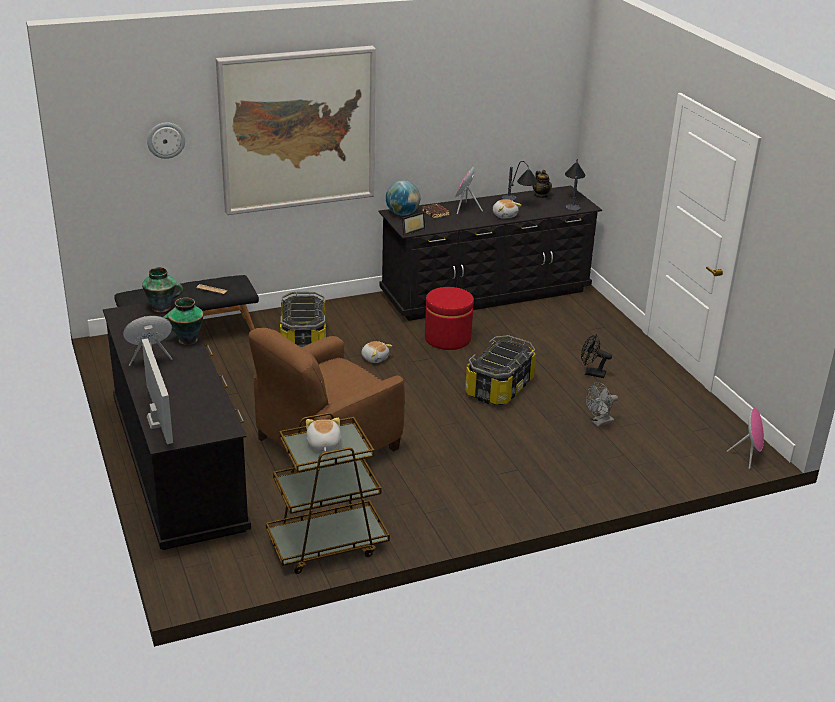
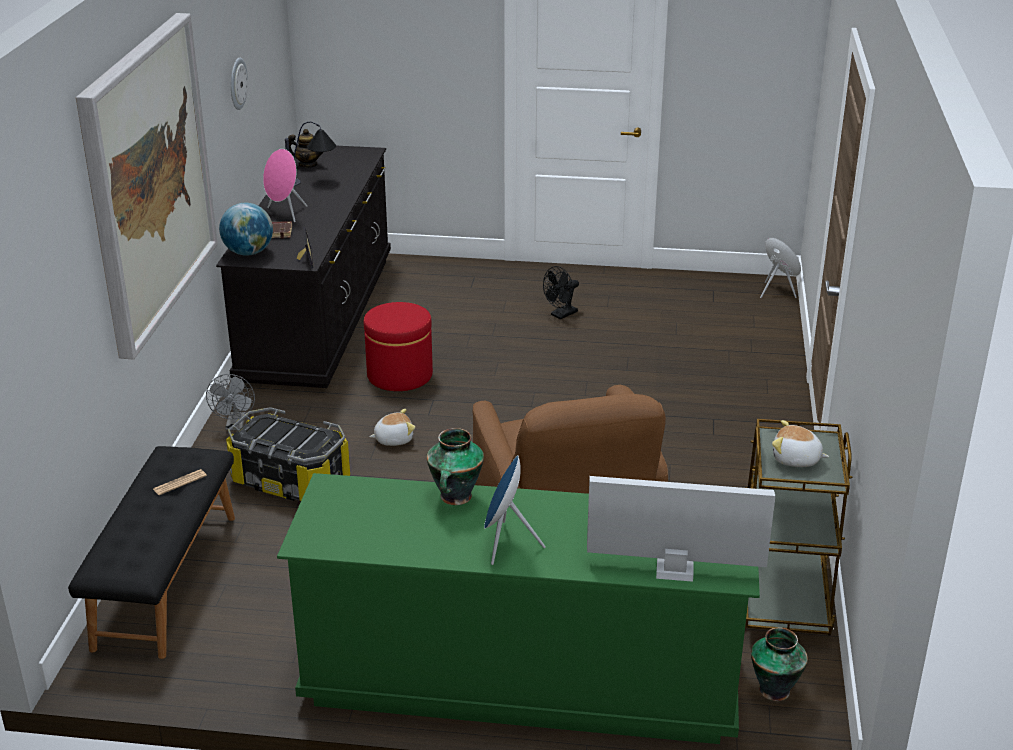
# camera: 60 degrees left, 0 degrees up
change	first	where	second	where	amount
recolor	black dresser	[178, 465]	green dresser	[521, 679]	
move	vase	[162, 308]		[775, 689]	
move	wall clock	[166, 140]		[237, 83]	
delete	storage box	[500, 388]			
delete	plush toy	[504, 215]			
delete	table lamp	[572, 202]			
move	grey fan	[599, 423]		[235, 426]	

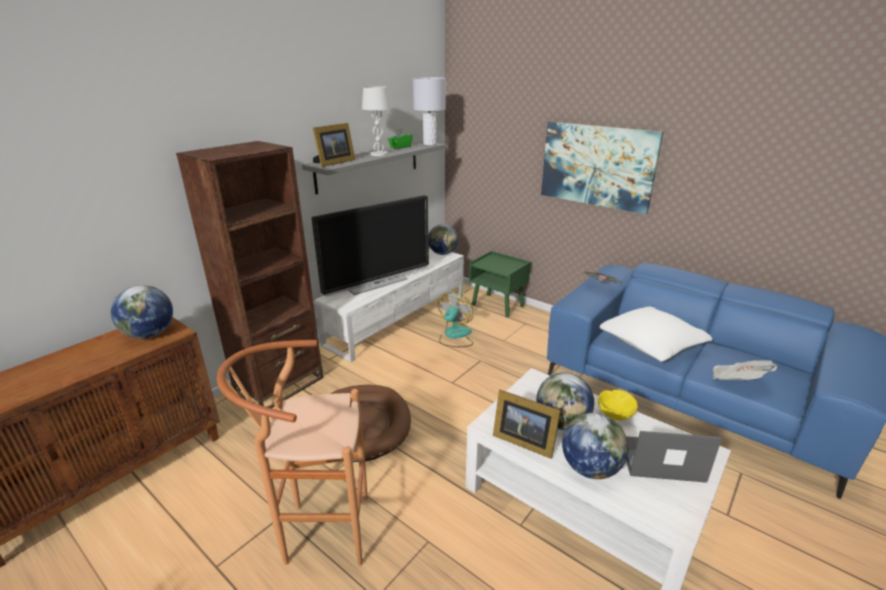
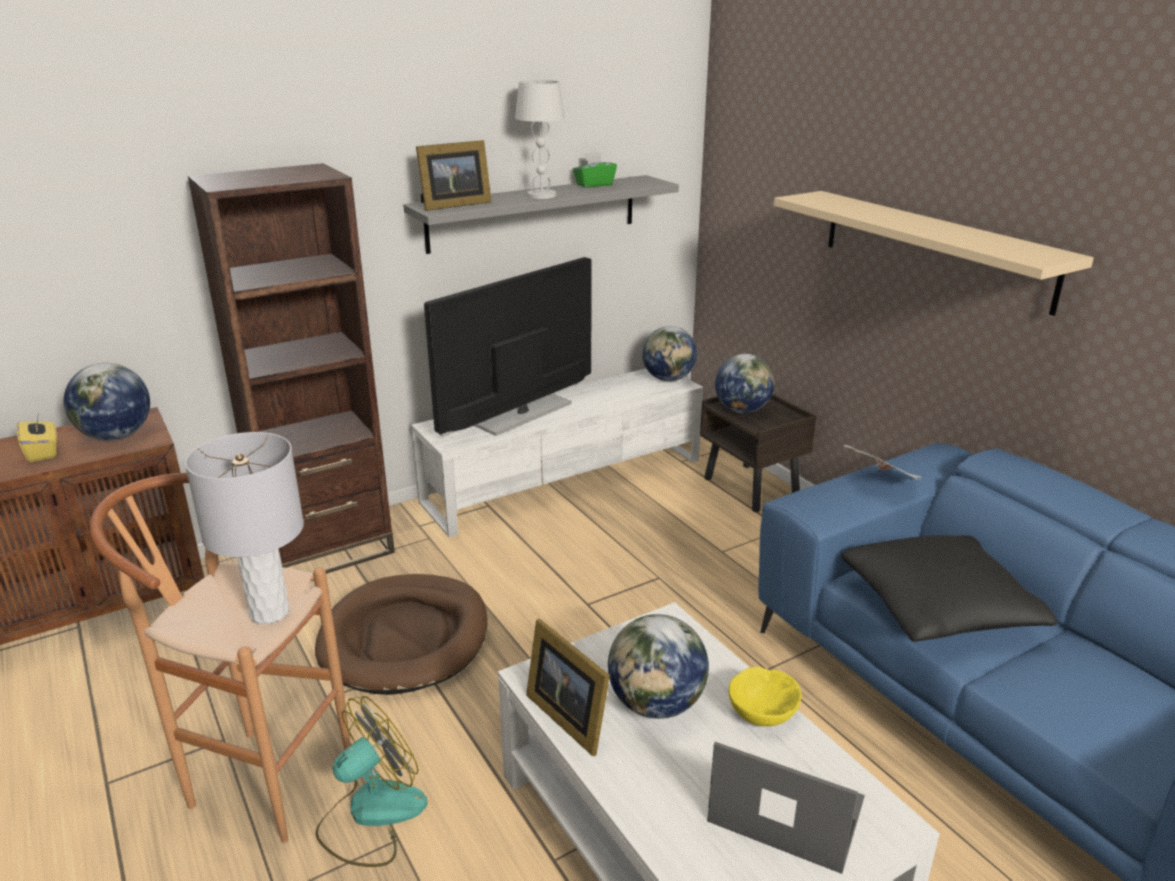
# camera: 20 degrees right, 0 degrees up
change	first	where	second	where	amount
rotate	television	[376, 283]		[522, 414]	150 degrees clockwise
move	grey table lamp	[429, 144]		[268, 612]	
move	fan	[455, 336]		[371, 815]	
recolor	green nightstand	[498, 305]	brown nightstand	[752, 488]	
replace	picture	[597, 166]	beige shelf	[934, 248]	
move	globe	[590, 468]		[742, 410]	
recolor	white pillow	[651, 344]	black pillow	[938, 609]	
delete	newspaper	[737, 381]			
insert			yellow tissue box	[43, 452]	

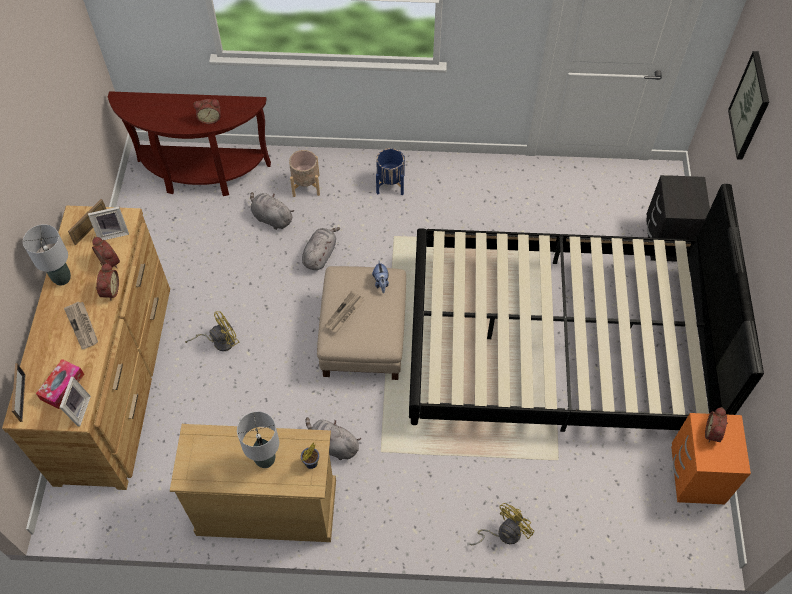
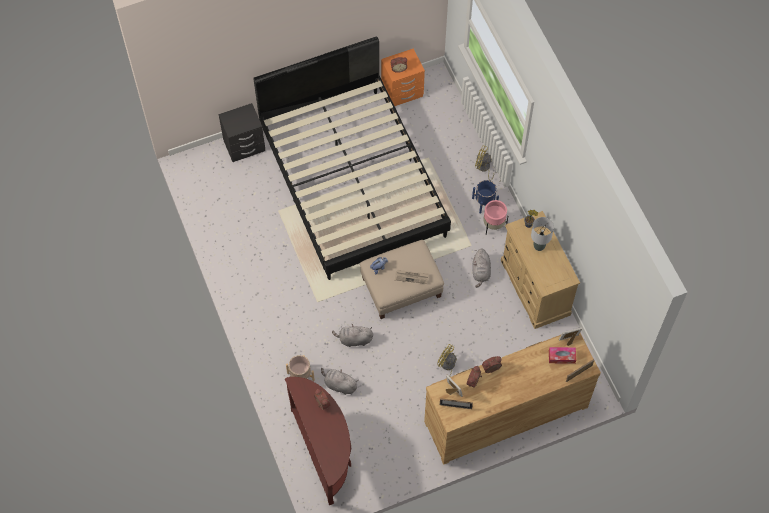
# camera: 115 degrees left, 5 degrees up
change	first	where	second	where	amount
delete	grey table lamp	[62, 278]			
delete	newspaper	[83, 326]			
rotate	grey plush toy	[271, 218]		[339, 385]	105 degrees clockwise
move	blue planter	[390, 184]		[484, 202]	
delete	picture	[750, 106]			
insert			pink planter	[493, 225]	

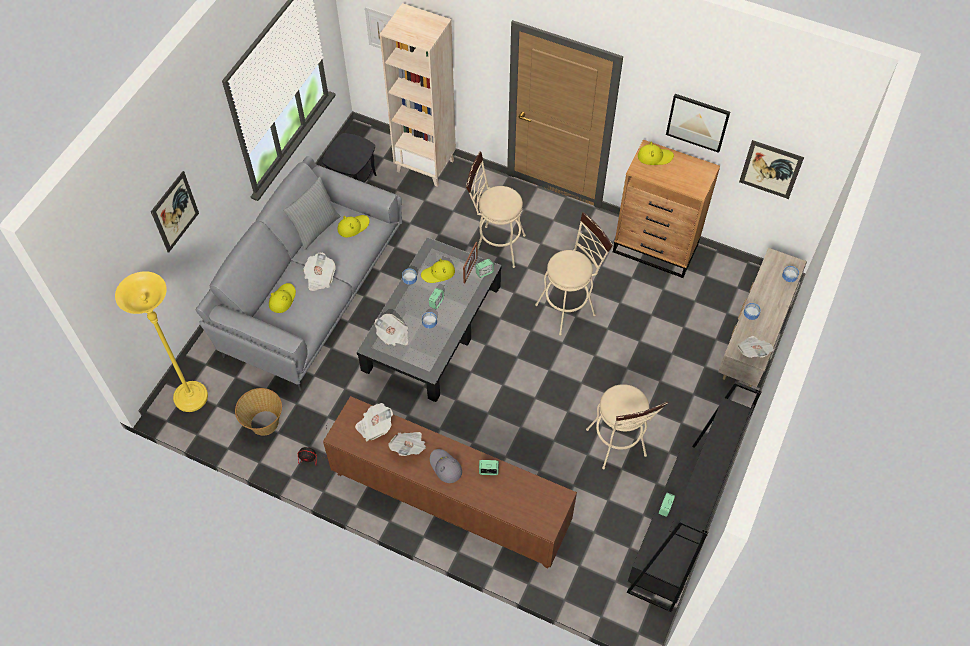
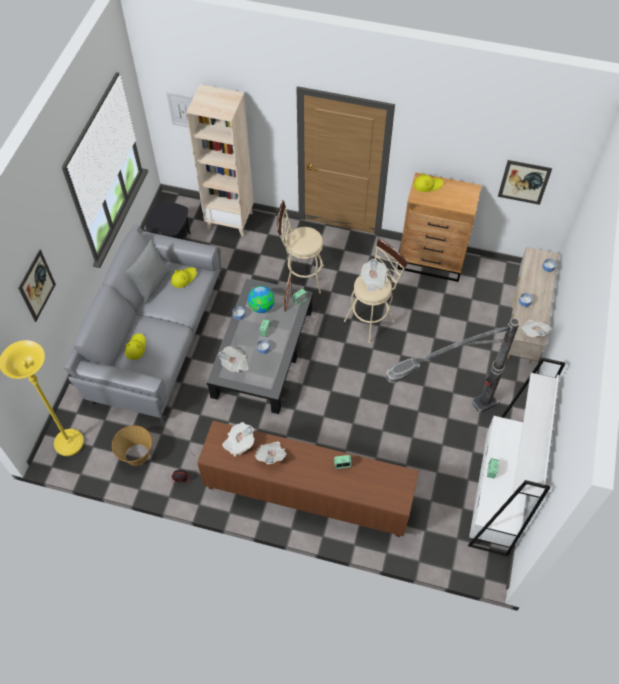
# camera: 10 degrees left, 0 degrees up
change	first	where	second	where	amount
move	newspaper	[319, 277]		[373, 280]	
replace	yellow hat	[438, 273]	globe	[262, 307]	
delete	grey hat	[445, 467]			
replace	beige stool	[618, 447]	floor lamp	[436, 427]	
recolor	black bookcase	[673, 538]	white bookcase	[496, 495]	
delete	picture	[697, 122]			

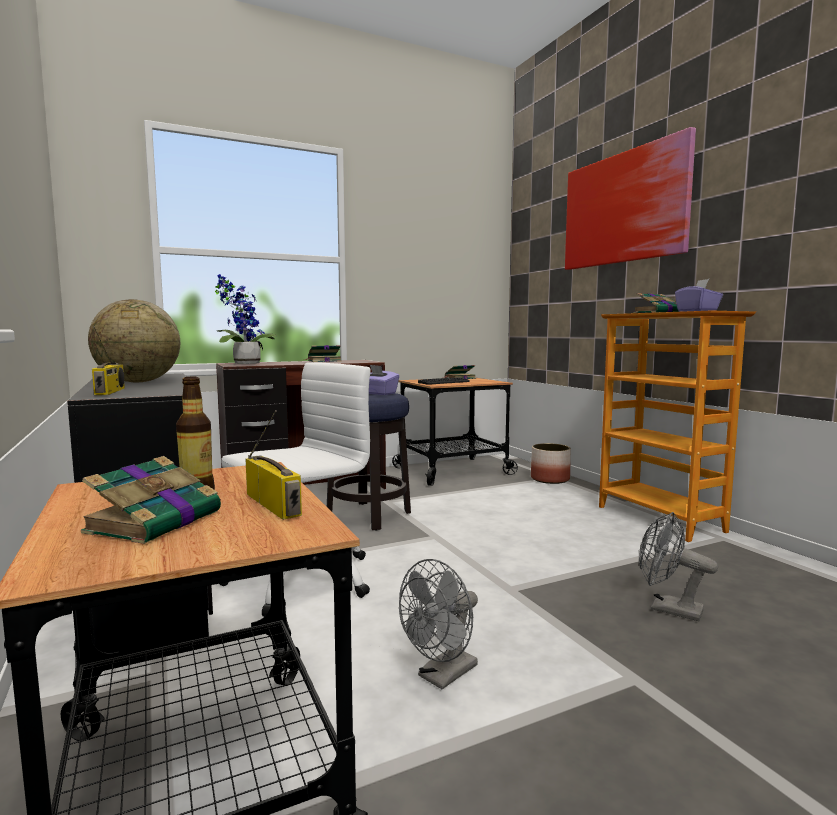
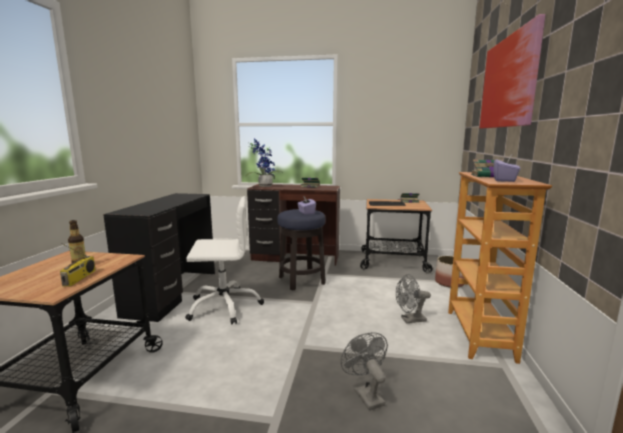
# camera: 35 degrees right, 5 degrees up
change	first	where	second	where	amount
delete	book	[157, 521]			
delete	globe	[138, 382]			
delete	radio	[110, 391]			
move	grey fan	[442, 676]		[410, 320]	

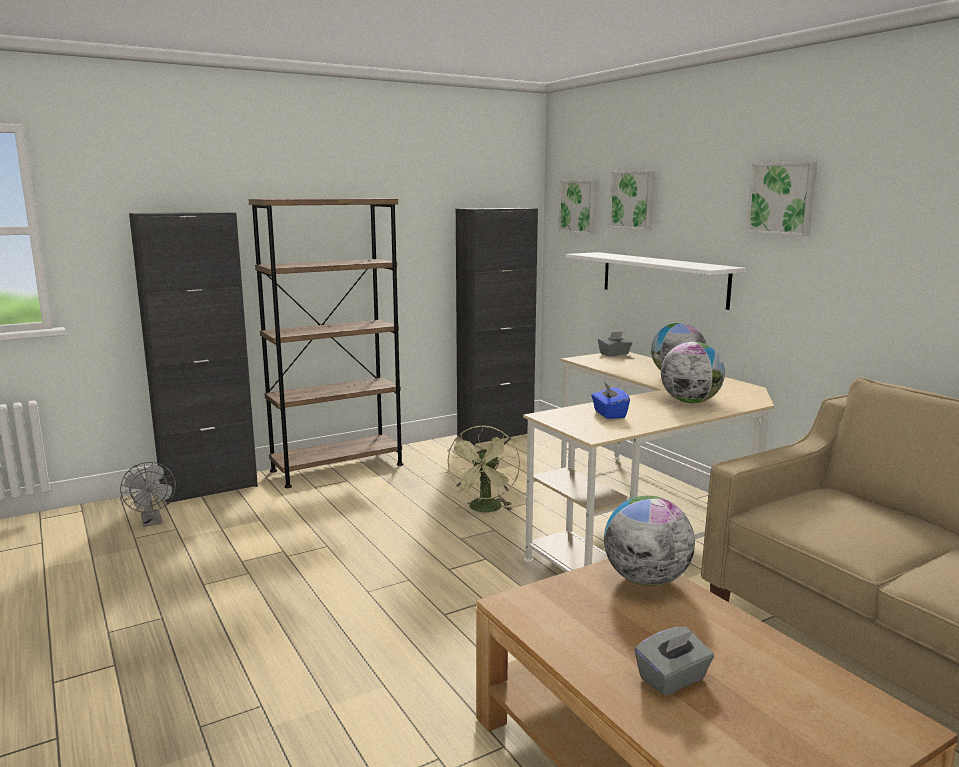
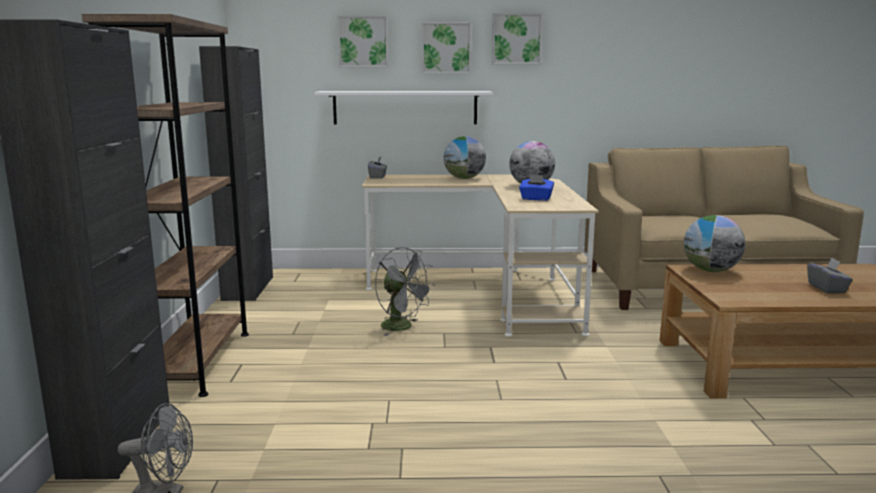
# camera: 60 degrees left, 0 degrees up
change	first	where	second	where	amount
recolor	green fan	[485, 510]	grey fan	[402, 327]	
move	picture	[579, 207]		[446, 48]	

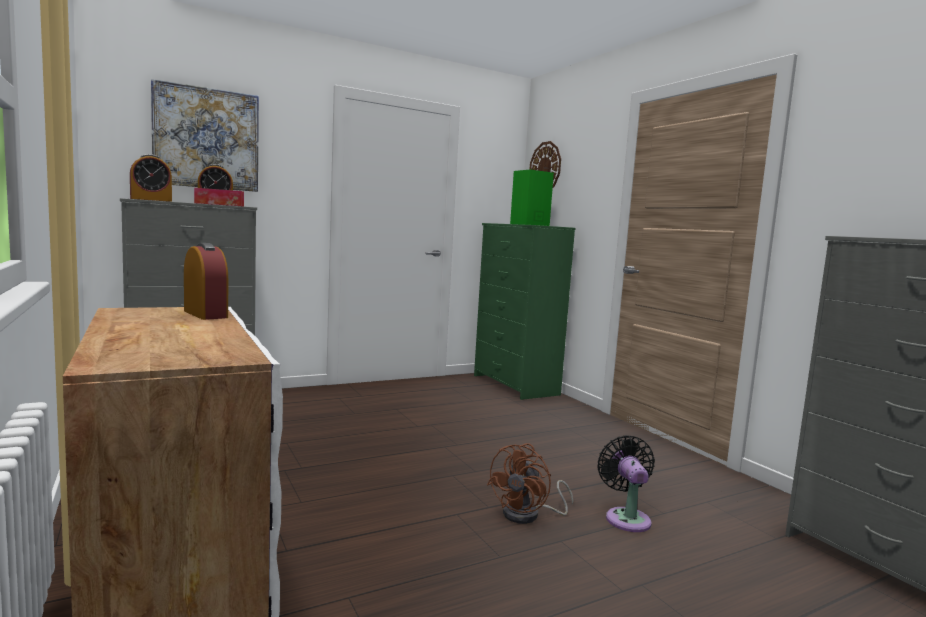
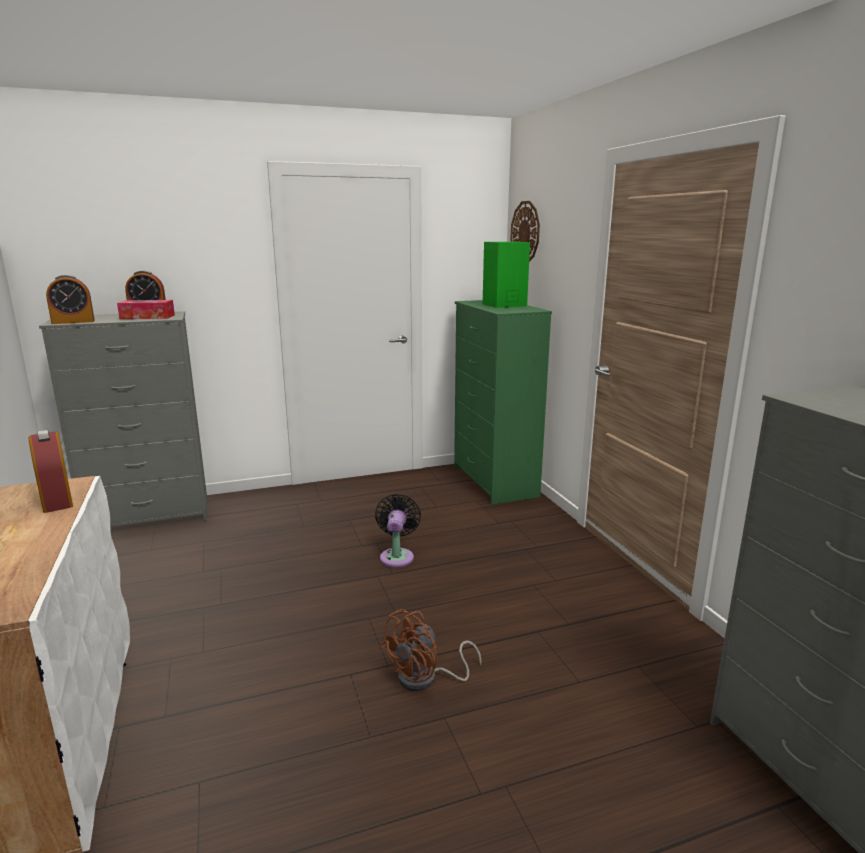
# camera: 10 degrees right, 10 degrees up
change	first	where	second	where	amount
delete	picture	[206, 138]			
move	black fan	[626, 517]		[397, 556]	

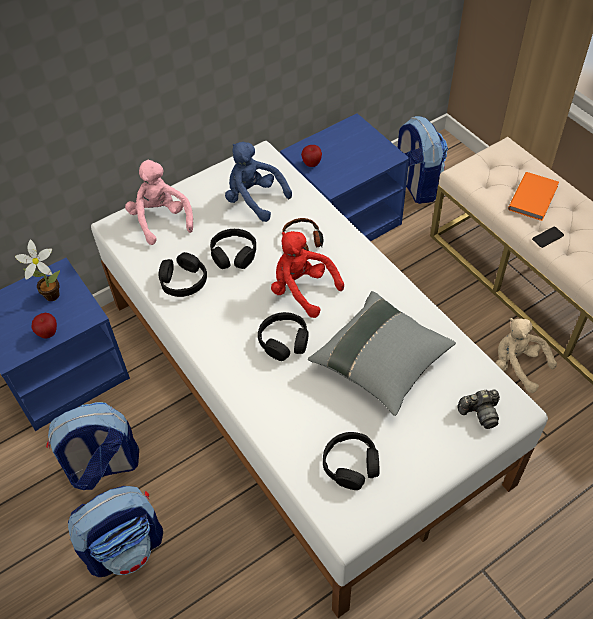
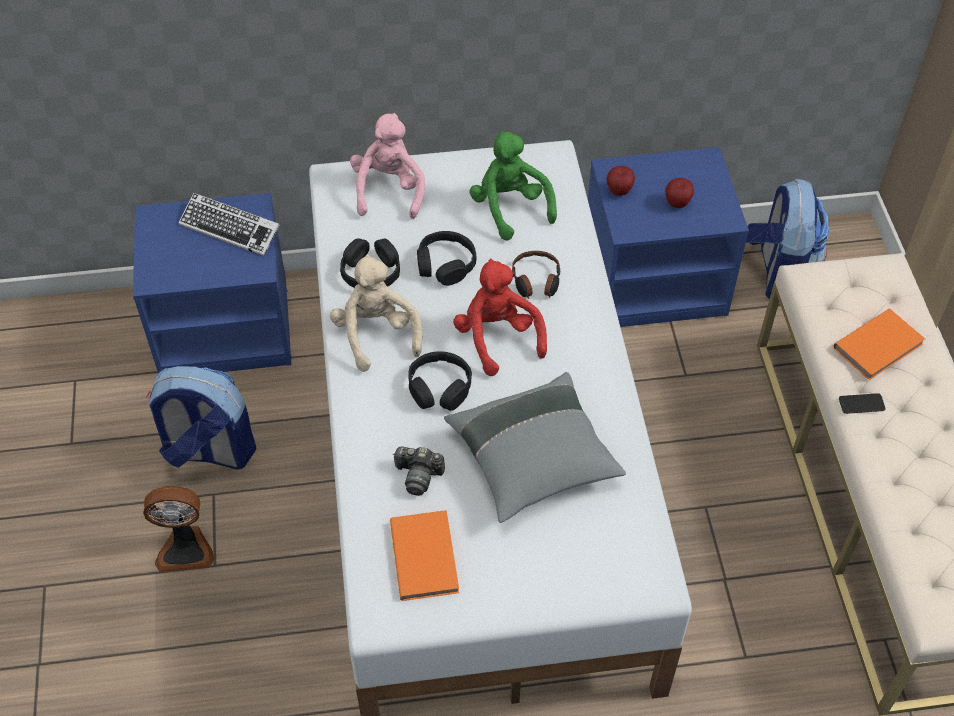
# camera: 25 degrees right, 0 degrees up
change	first	where	second	where	amount
replace	potted plant	[50, 294]	keyboard	[230, 228]	
move	apple	[48, 333]		[677, 204]	
replace	backpack	[126, 547]	fan	[185, 548]	
recolor	blue plush toy	[254, 199]	green plush toy	[510, 208]	
replace	black headphones	[351, 465]	orange book	[426, 555]	
move	photo camera	[480, 413]		[418, 475]	
move	beige plush toy	[517, 365]		[376, 334]	

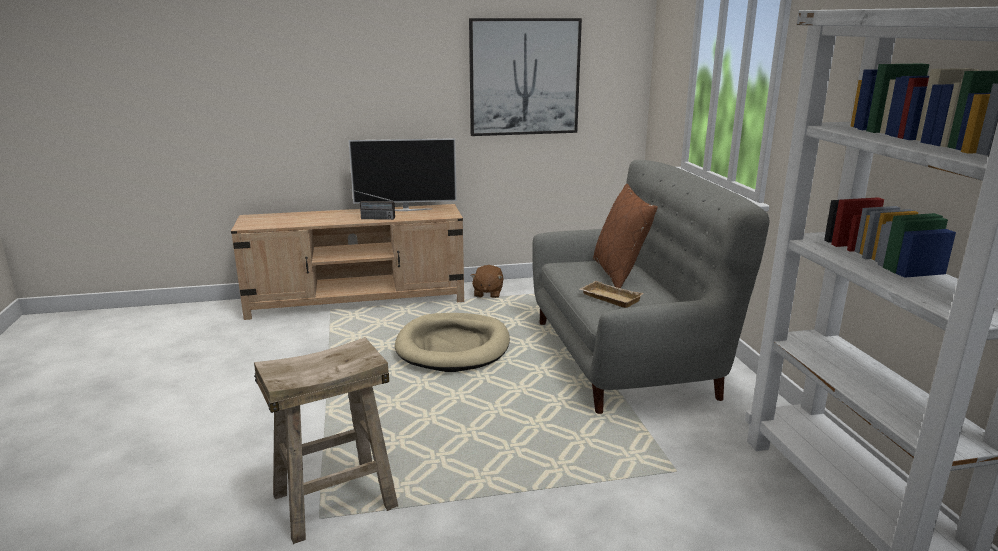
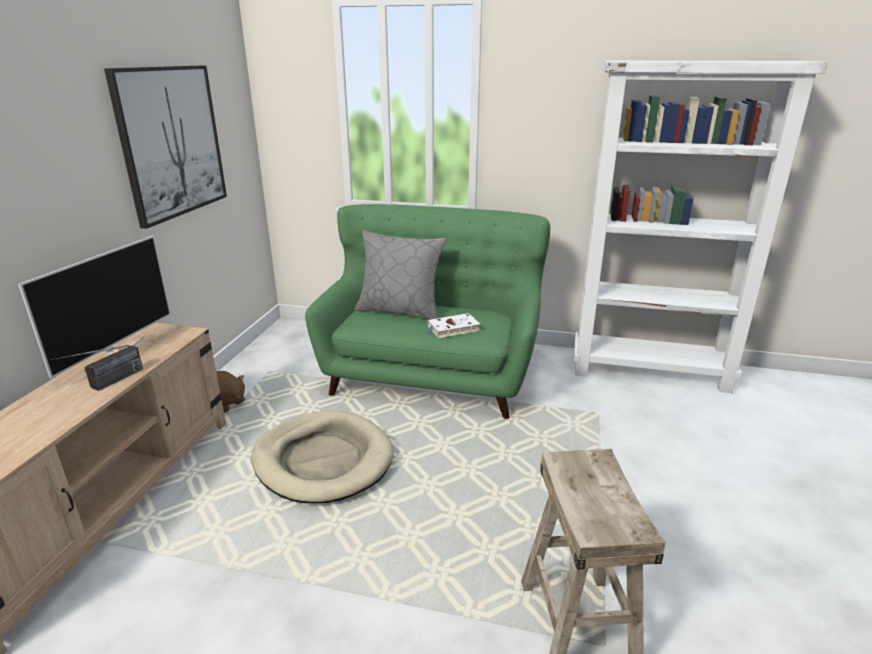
# camera: 65 degrees left, 5 degrees up
change	first	where	second	where	amount
recolor	grey sofa	[629, 357]	green sofa	[431, 375]	
replace	beige tray	[608, 298]	white book	[452, 329]	
recolor	brown pillow	[620, 273]	grey pillow	[400, 310]	

